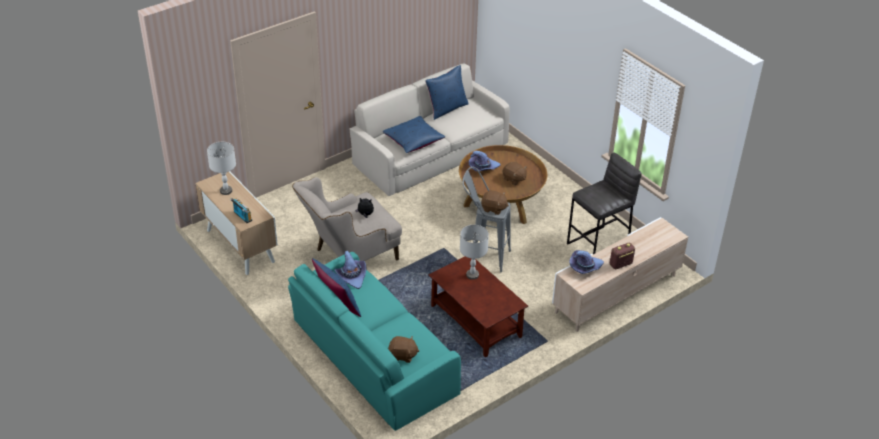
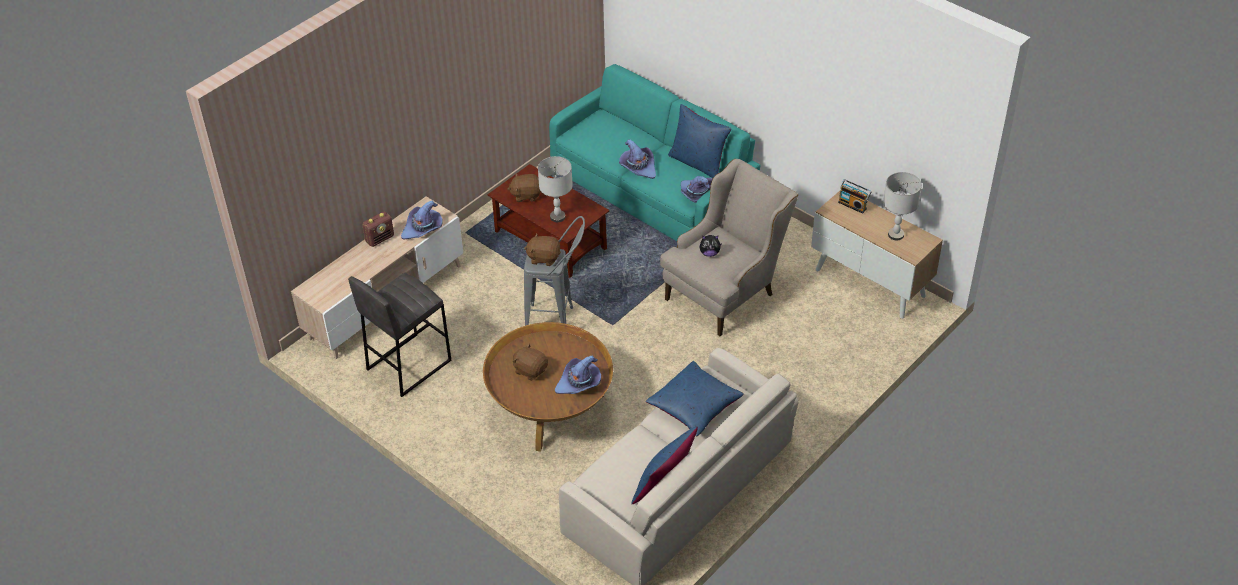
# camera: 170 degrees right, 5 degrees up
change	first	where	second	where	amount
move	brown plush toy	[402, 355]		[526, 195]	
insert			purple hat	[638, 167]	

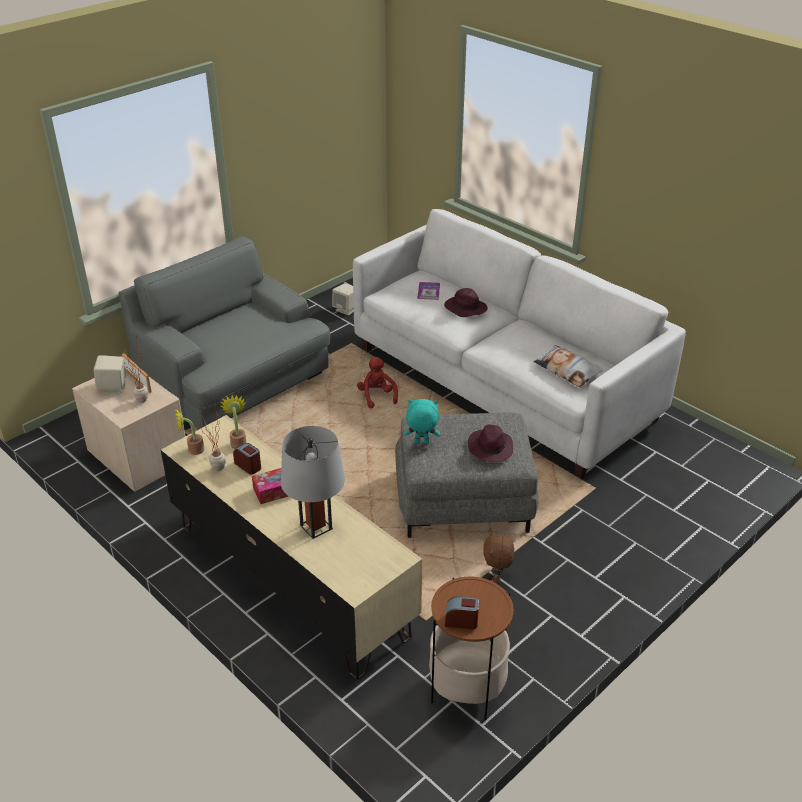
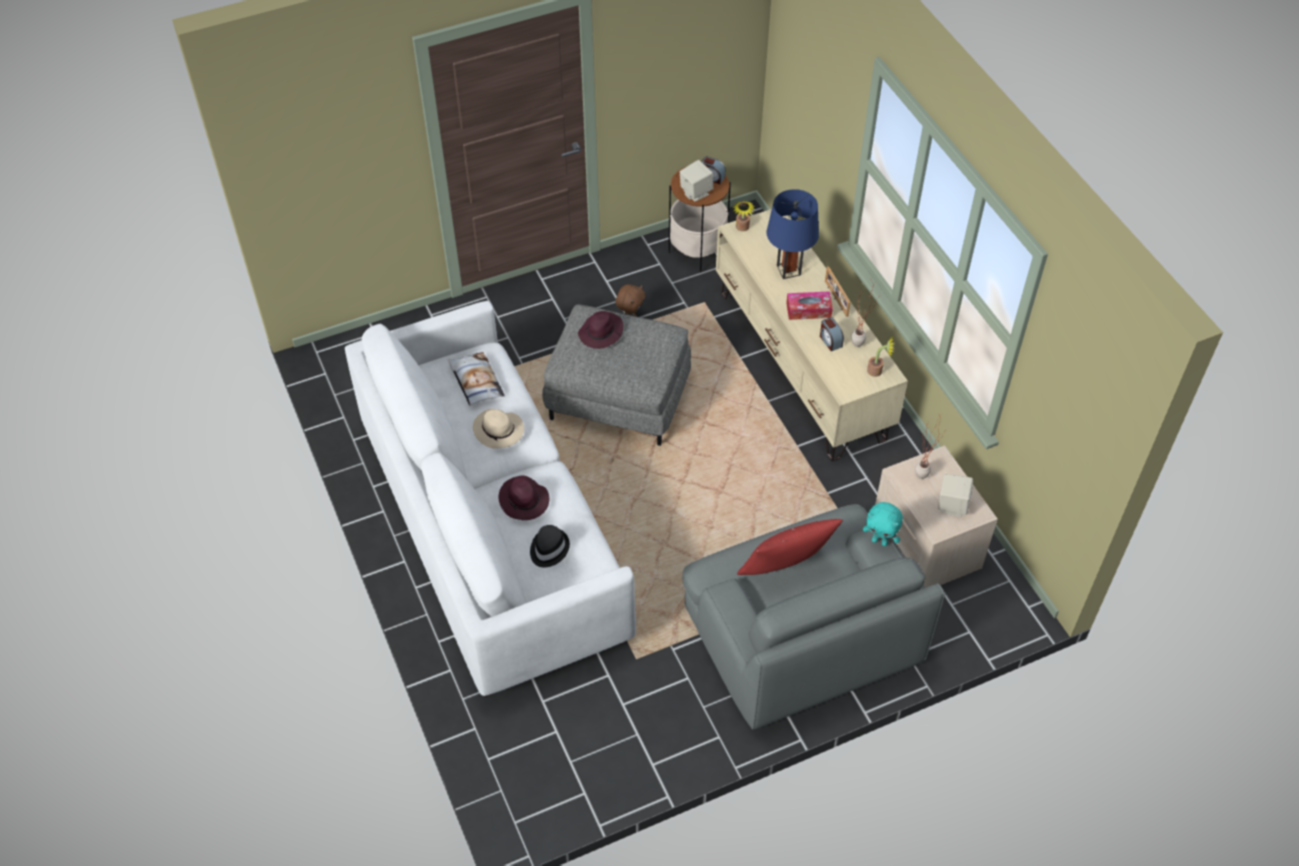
# camera: 160 degrees left, 15 degrees up
change	first	where	second	where	amount
move	picture frame	[138, 380]		[835, 298]	
move	potted plant	[238, 442]		[742, 228]	
recolor	grey table lamp	[316, 527]	blue table lamp	[788, 270]	
move	beige speaker	[346, 309]		[695, 192]	
delete	red plush toy	[377, 396]			
move	turquoise plush toy	[421, 443]		[880, 541]	
replace	book	[428, 291]	black hat	[548, 549]	
insert			beige hat	[499, 431]	
insert			red pillow	[785, 571]	

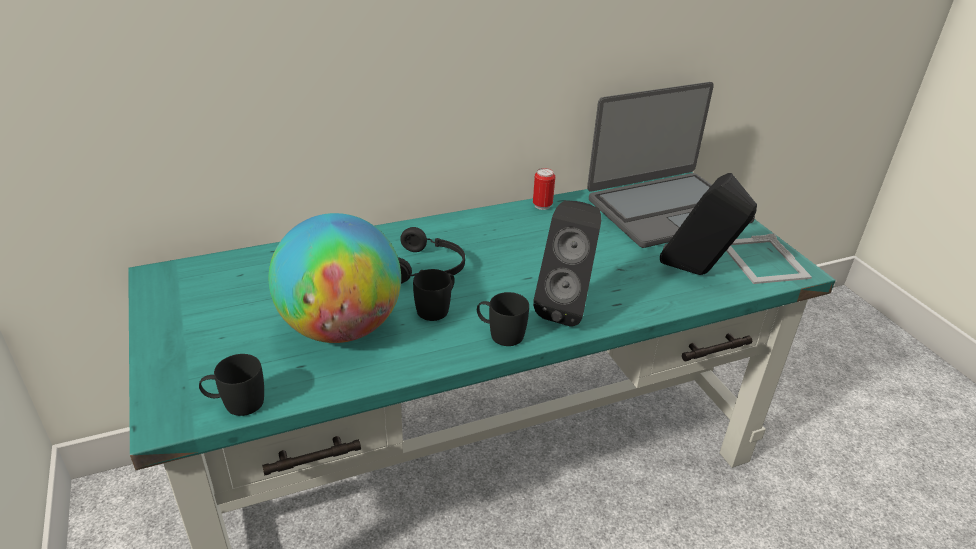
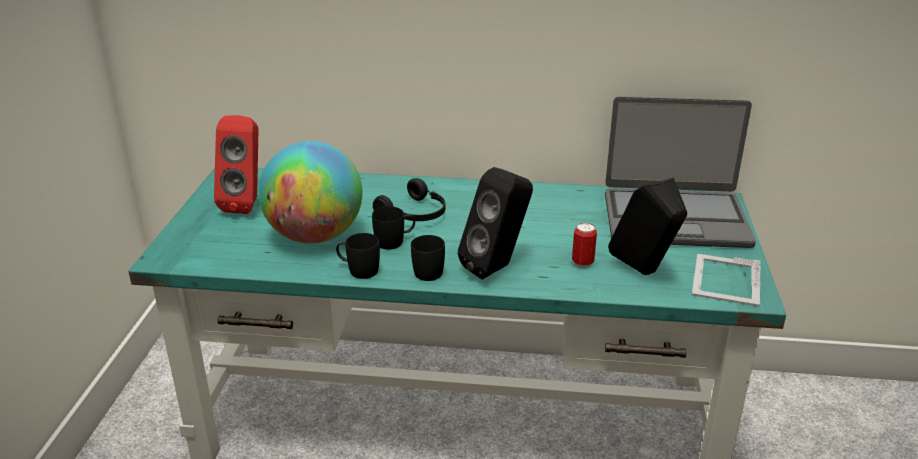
# camera: 30 degrees right, 5 degrees down
change	first	where	second	where	amount
move	black mug	[236, 403]		[358, 270]	
move	can	[542, 205]		[582, 263]	
insert			red speaker	[247, 204]	

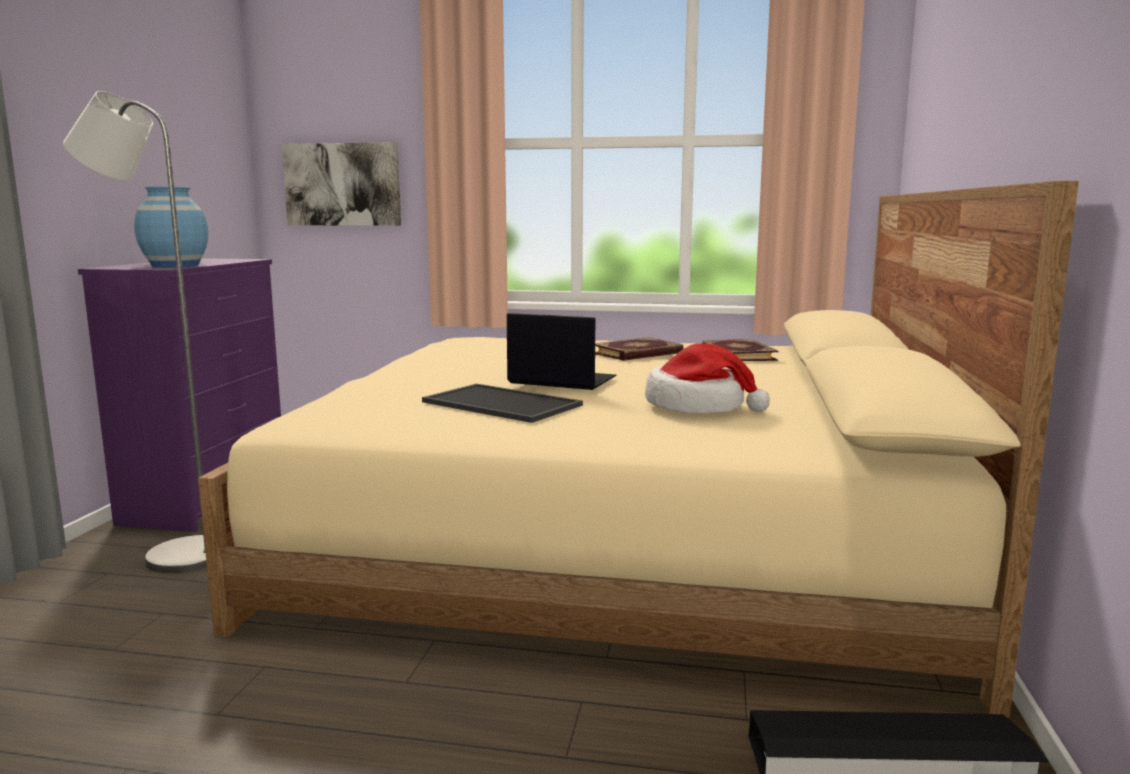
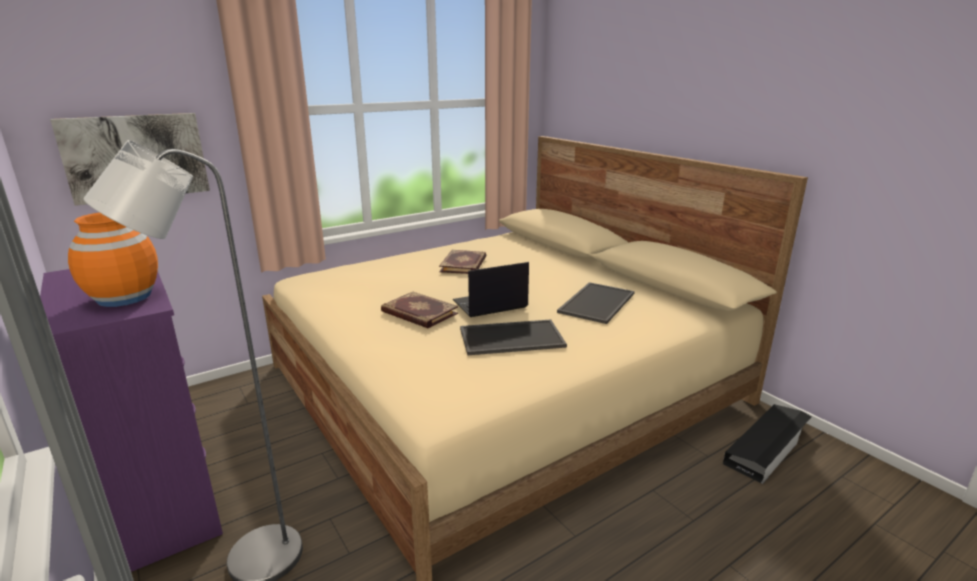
# camera: 45 degrees left, 10 degrees up
change	first	where	second	where	amount
recolor	blue vase	[175, 265]	orange vase	[124, 297]	
replace	hat	[698, 406]	tray	[596, 302]	
move	book	[736, 354]		[418, 313]	

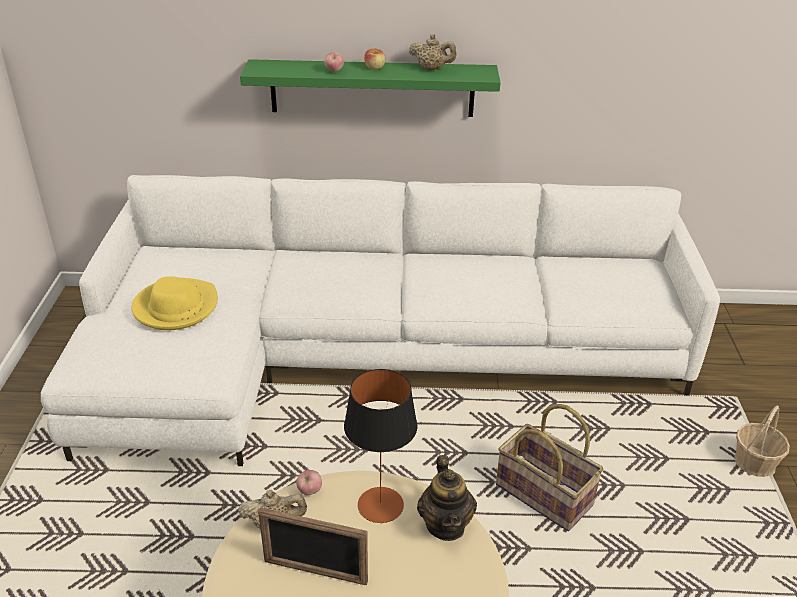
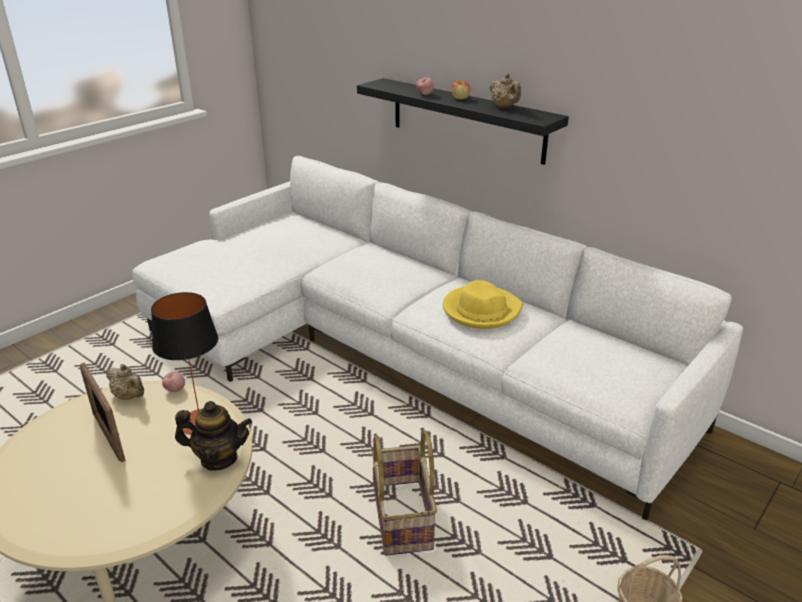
# camera: 40 degrees right, 5 degrees down
change	first	where	second	where	amount
move	yellow hat	[176, 307]		[481, 310]	
recolor	green shelf	[372, 88]	black shelf	[466, 120]	
rotate	teapot	[446, 525]		[218, 458]	120 degrees counterclockwise

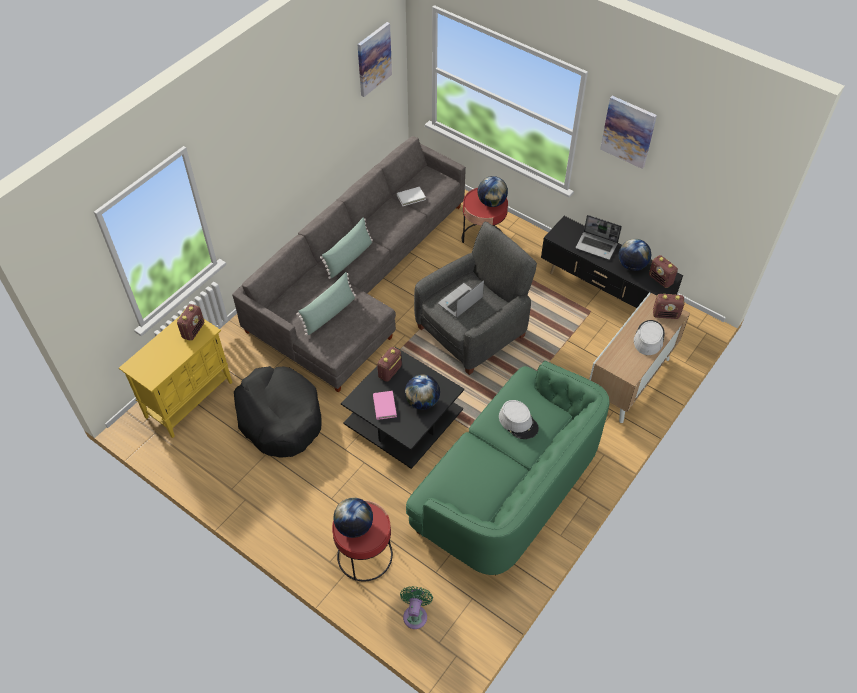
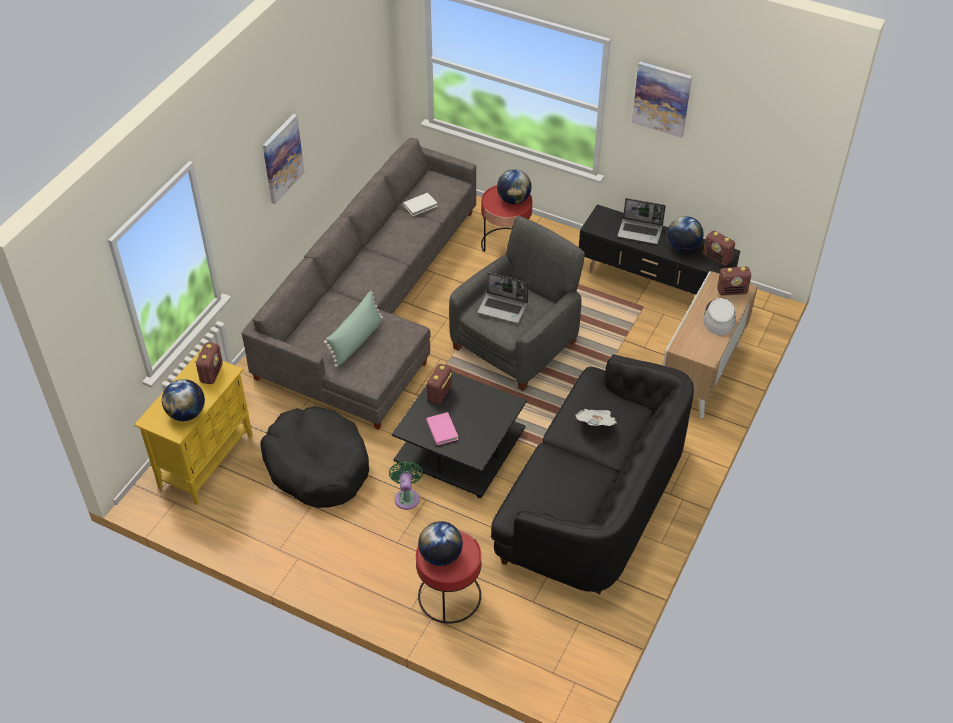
# camera: 10 degrees left, 5 degrees down
change	first	where	second	where	amount
delete	green pillow	[349, 258]			
move	picture	[373, 59]		[282, 158]	
move	green fan	[415, 614]		[407, 497]	
move	globe	[422, 401]		[187, 413]	
recolor	green sofa	[508, 487]	black sofa	[592, 501]	
rotate	laptop	[460, 302]		[503, 308]	105 degrees counterclockwise
replace	grey hat	[518, 422]	newspaper	[596, 424]	

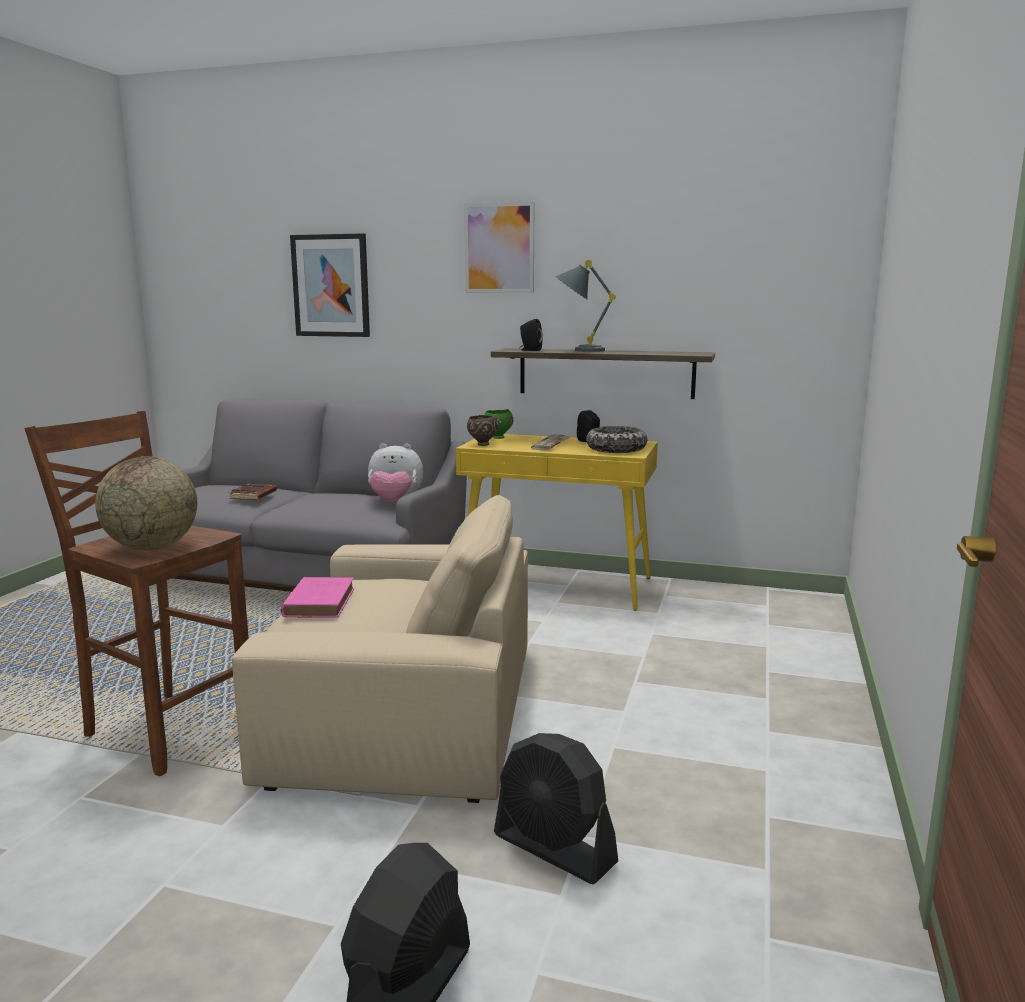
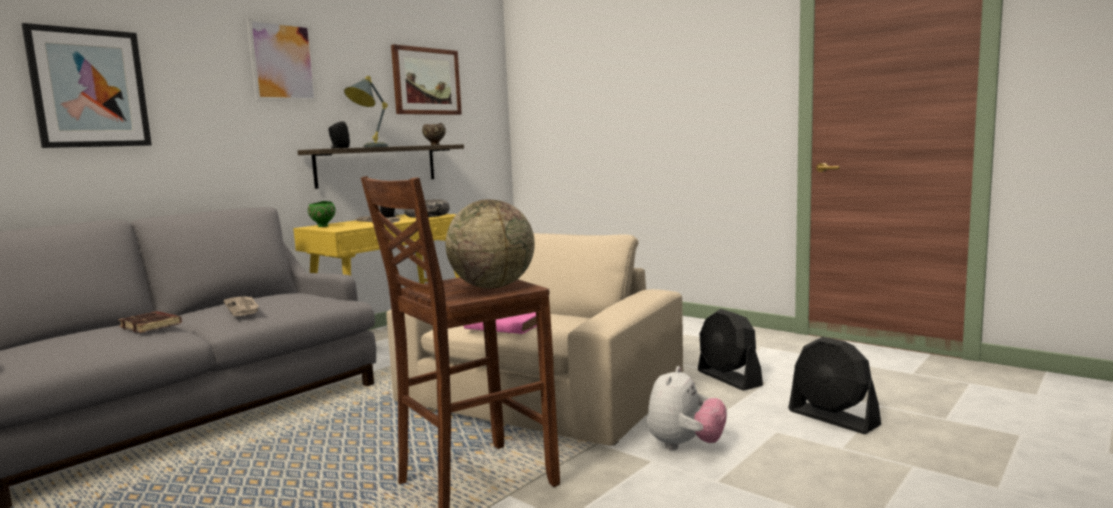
# camera: 65 degrees left, 5 degrees down
change	first	where	second	where	amount
move	plush toy	[395, 503]		[685, 445]	
move	brown bowl	[482, 444]		[434, 145]	
rotate	black fan	[554, 849]		[729, 378]	90 degrees clockwise
insert			newspaper	[243, 308]	
insert			picture	[426, 81]	

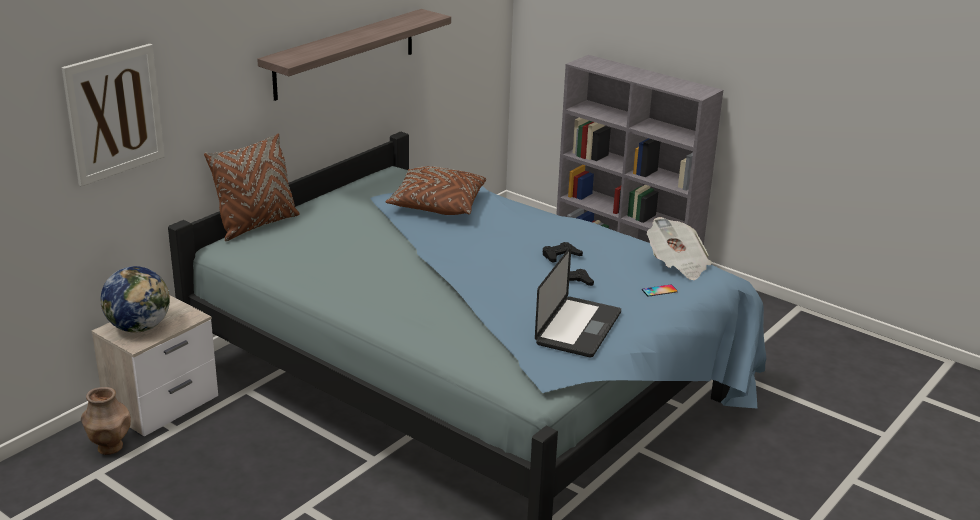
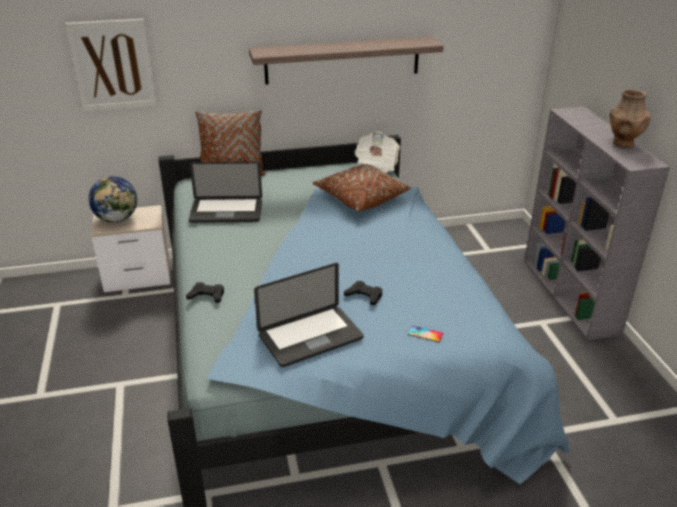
# camera: 40 degrees right, 5 degrees up
change	first	where	second	where	amount
move	brown vase	[109, 448]		[623, 143]	
move	black game controller	[560, 256]		[207, 296]	
move	newspaper	[677, 264]		[376, 165]	
insert			laptop	[226, 212]	

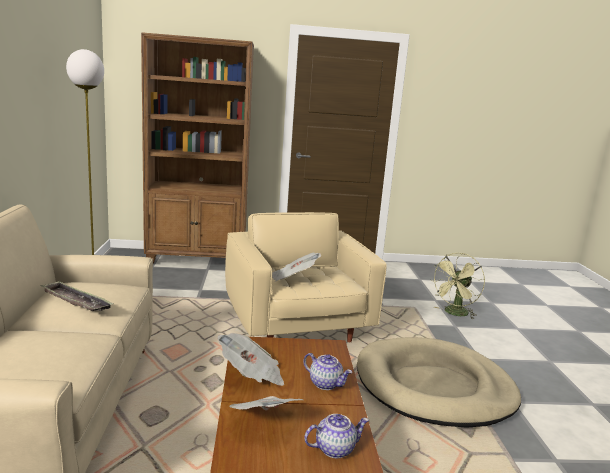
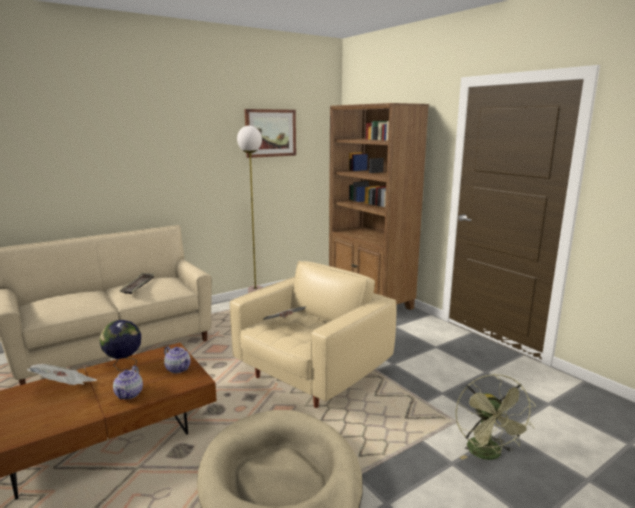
# camera: 60 degrees right, 0 degrees up
change	first	where	second	where	amount
replace	newspaper	[251, 376]	globe	[124, 366]	
move	teapot	[335, 448]		[178, 369]	
rotate	green fan	[454, 313]		[488, 454]	105 degrees counterclockwise
insert			picture	[270, 133]	

